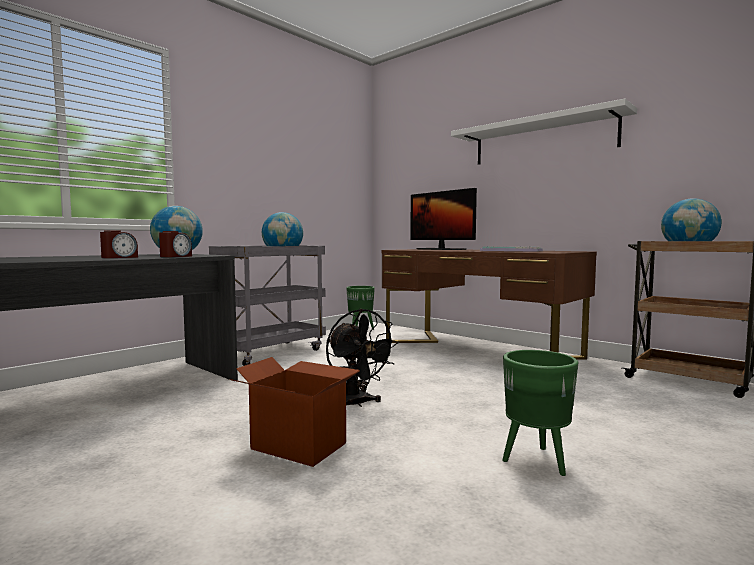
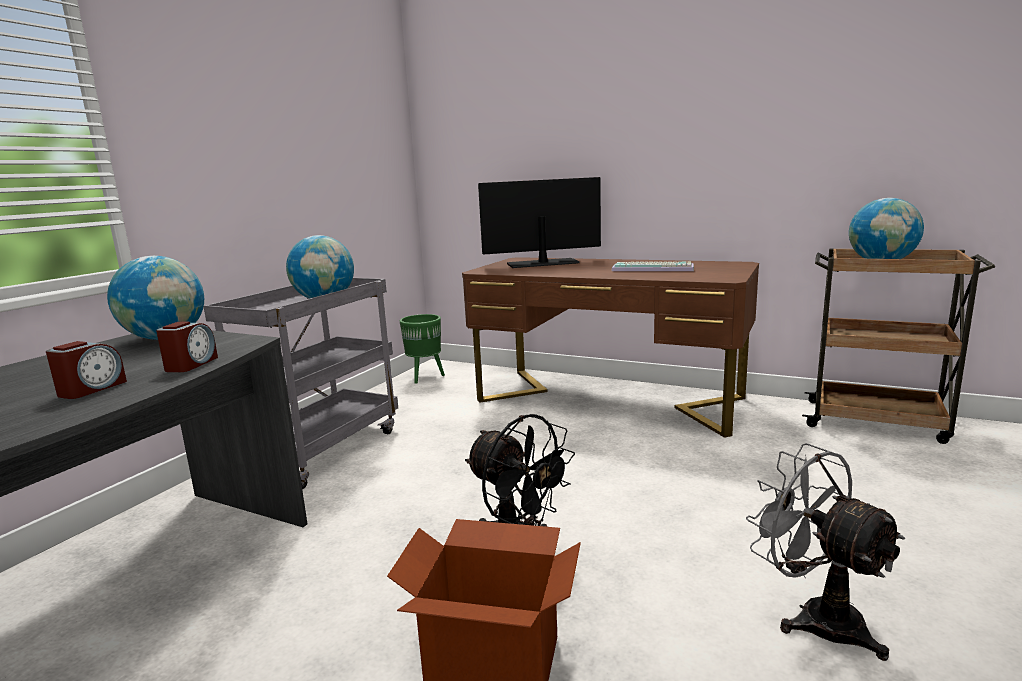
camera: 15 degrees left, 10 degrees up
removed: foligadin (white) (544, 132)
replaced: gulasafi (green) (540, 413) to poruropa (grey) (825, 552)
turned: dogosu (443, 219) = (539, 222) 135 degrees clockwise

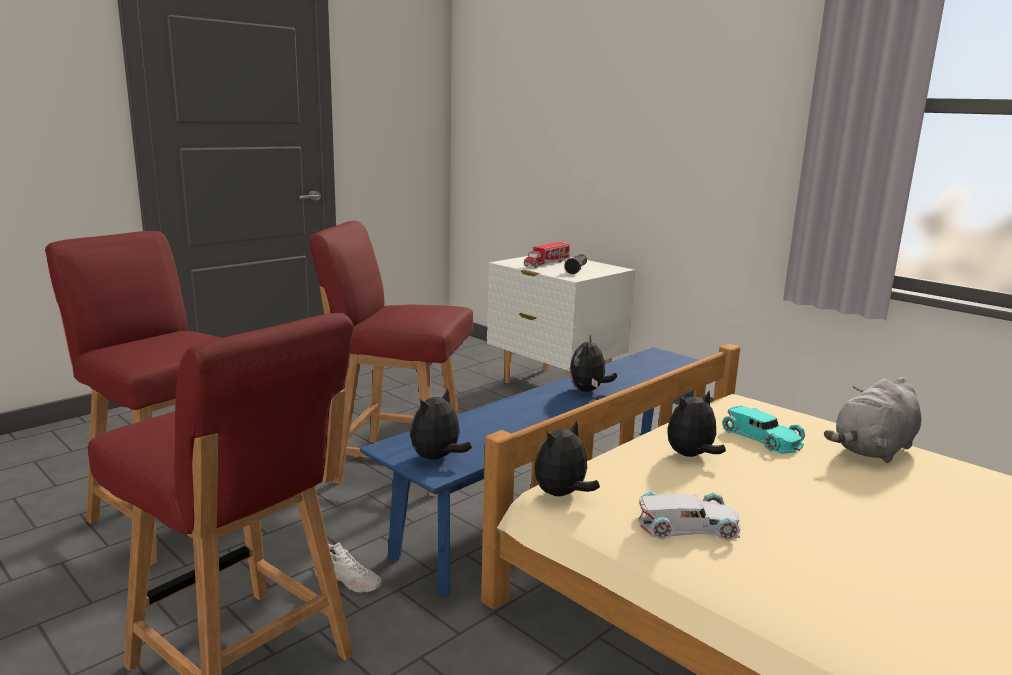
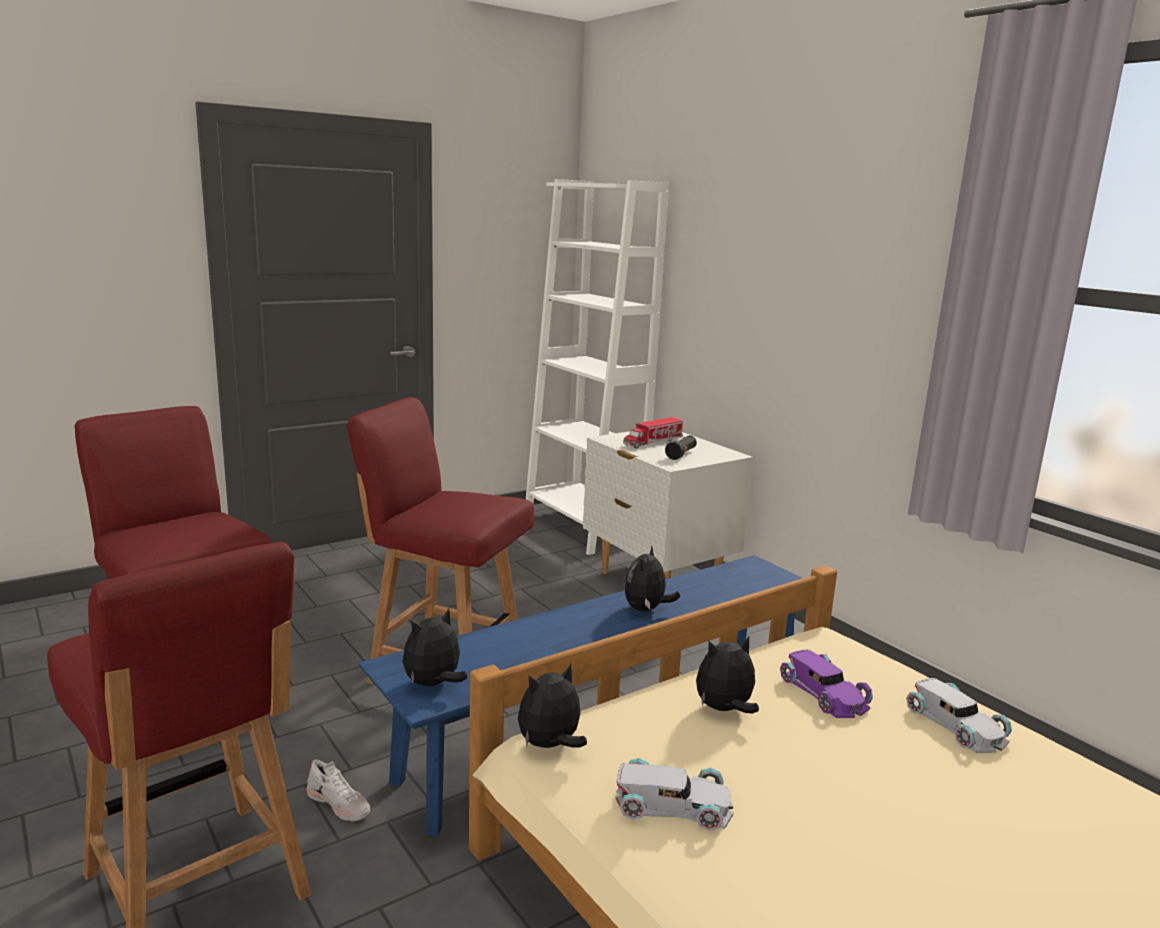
camera: 10 degrees right, 0 degrees up
added: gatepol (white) (597, 367)
replaced: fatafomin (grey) (872, 420) to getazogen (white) (959, 715)
recoloured: getazogen (turquoise) (763, 430) to getazogen (purple) (826, 684)

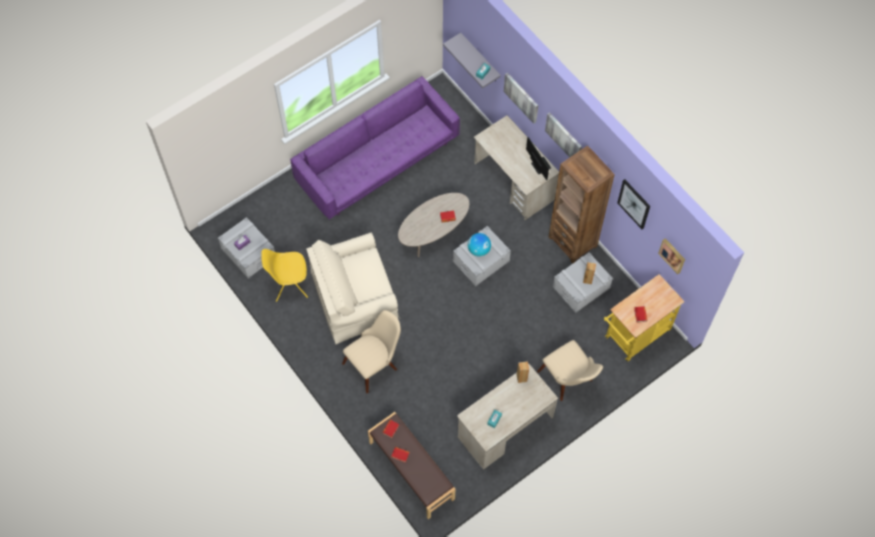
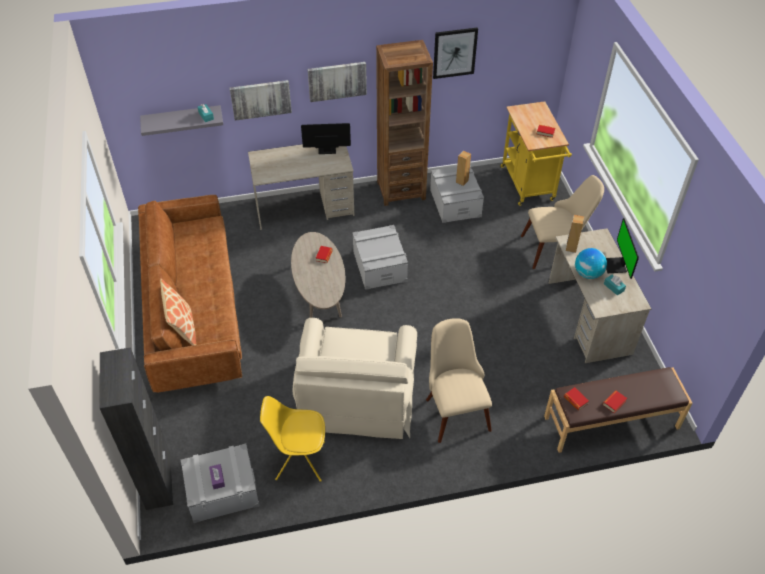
camera: 65 degrees left, 15 degrees down
removed: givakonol (671, 256)
added: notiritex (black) (136, 428); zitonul (178, 312); dogosu (622, 248)
moved: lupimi (479, 245) to (591, 263)
recoloured: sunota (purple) (375, 148) to sunota (brown) (190, 294)
turned: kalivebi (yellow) (284, 275) = (292, 439) 75 degrees clockwise

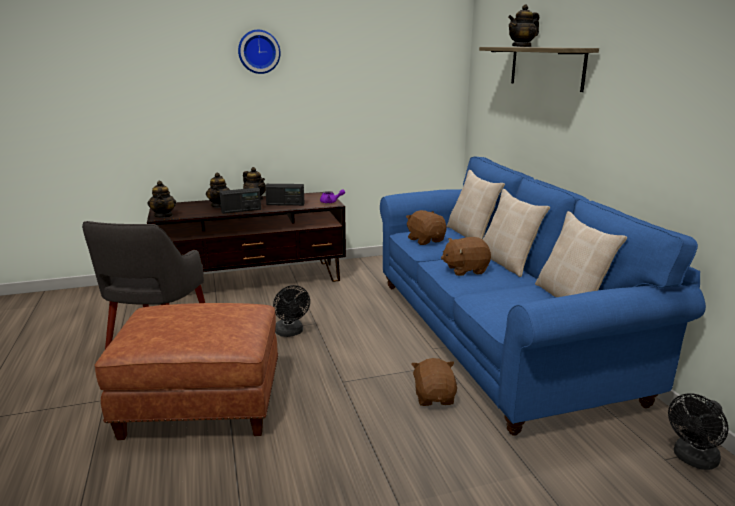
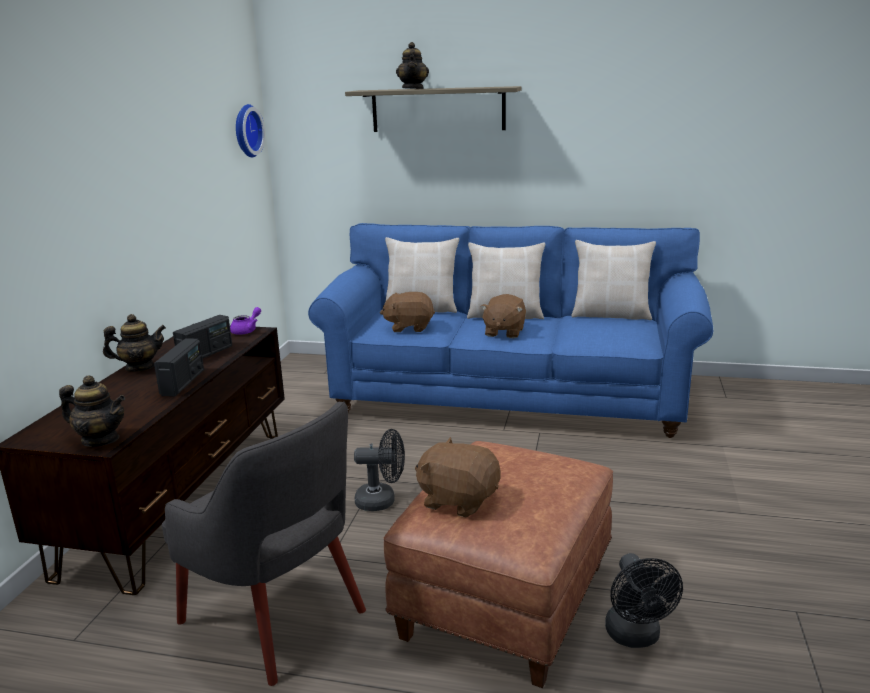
camera: 60 degrees left, 0 degrees up
removed: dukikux (218, 190)
moved: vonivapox (259, 52) to (250, 131); fatafomin (brown) (434, 382) to (458, 477); poruropa (black) (698, 431) to (644, 600)

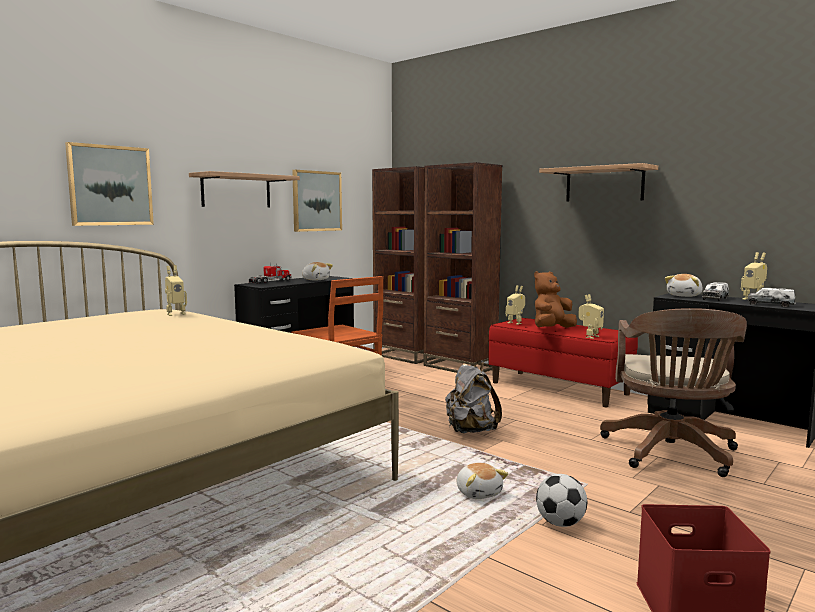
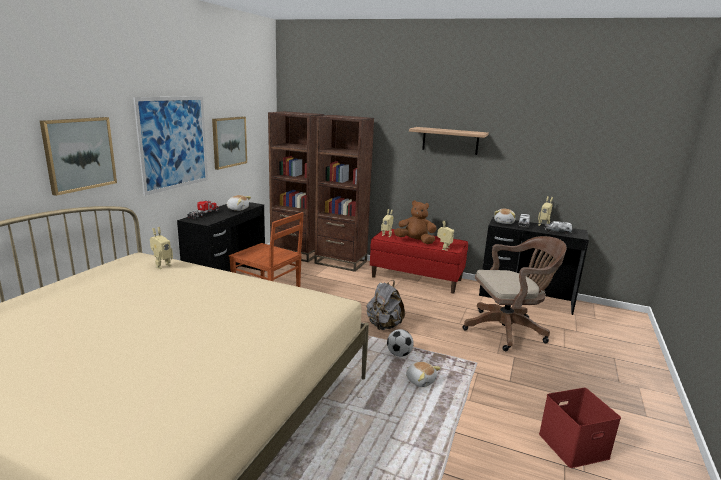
camera: 20 degrees left, 10 degrees up
moved: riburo (561, 500) to (400, 343)
replaced: foligadin (244, 189) to givakonol (170, 146)
turned: fatafomin (brown) (555, 299) = (415, 222) 75 degrees clockwise; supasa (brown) (673, 392) = (515, 293) 90 degrees counterclockwise

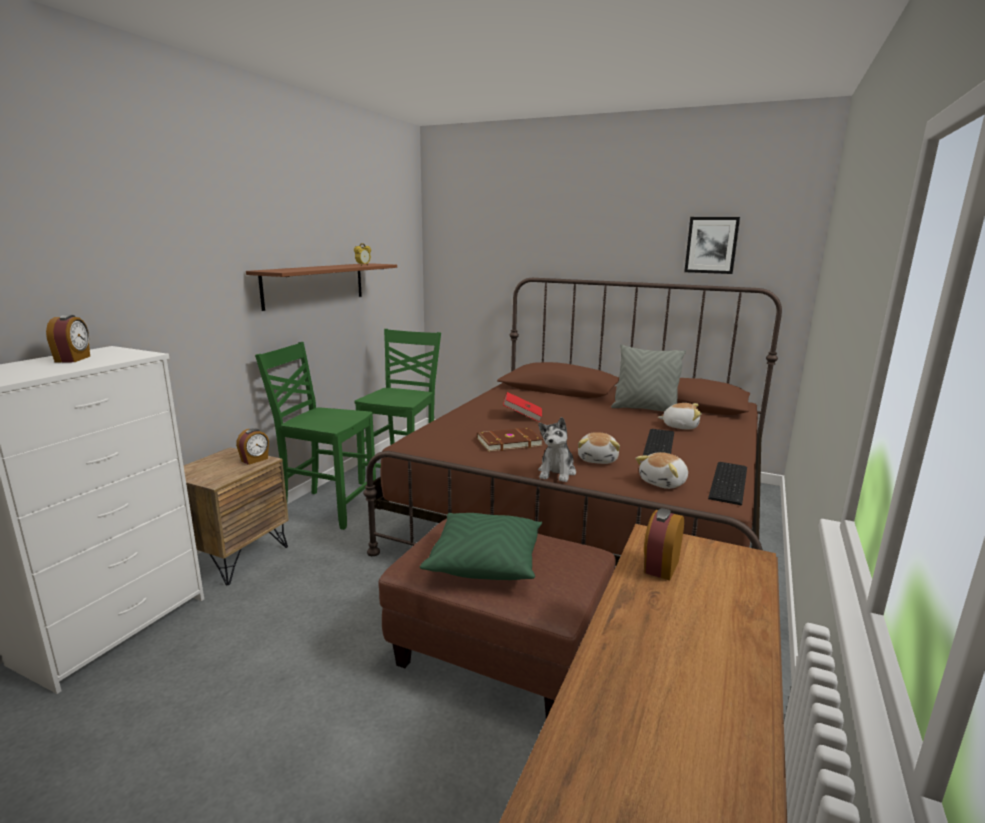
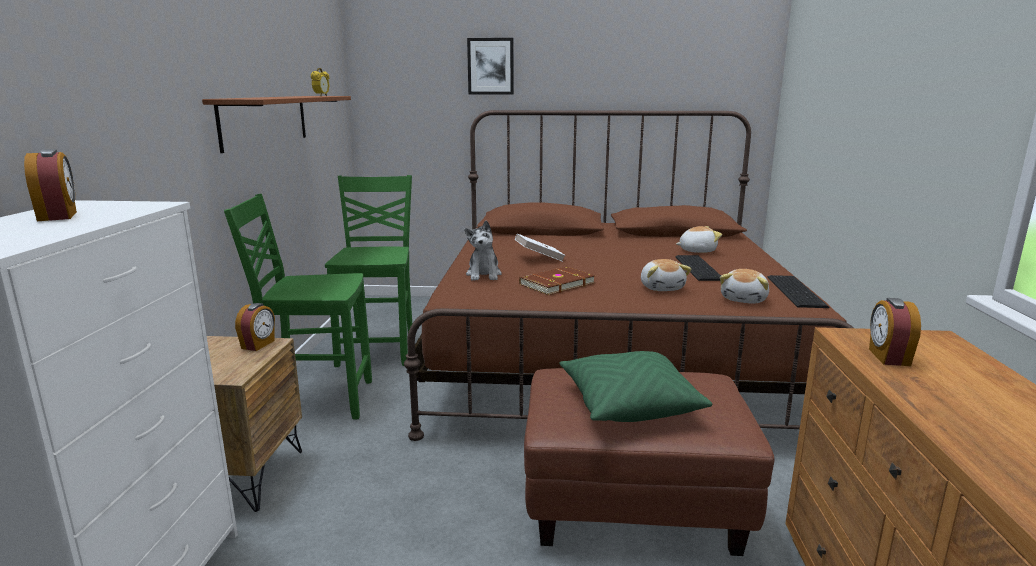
camera: 20 degrees left, 0 degrees up
removed: zitonul (grey) (648, 378)
moved: fatafomin (557, 449) to (483, 250); givakonol (712, 245) to (490, 66)
recoloured: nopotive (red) (522, 407) to nopotive (white) (540, 248)

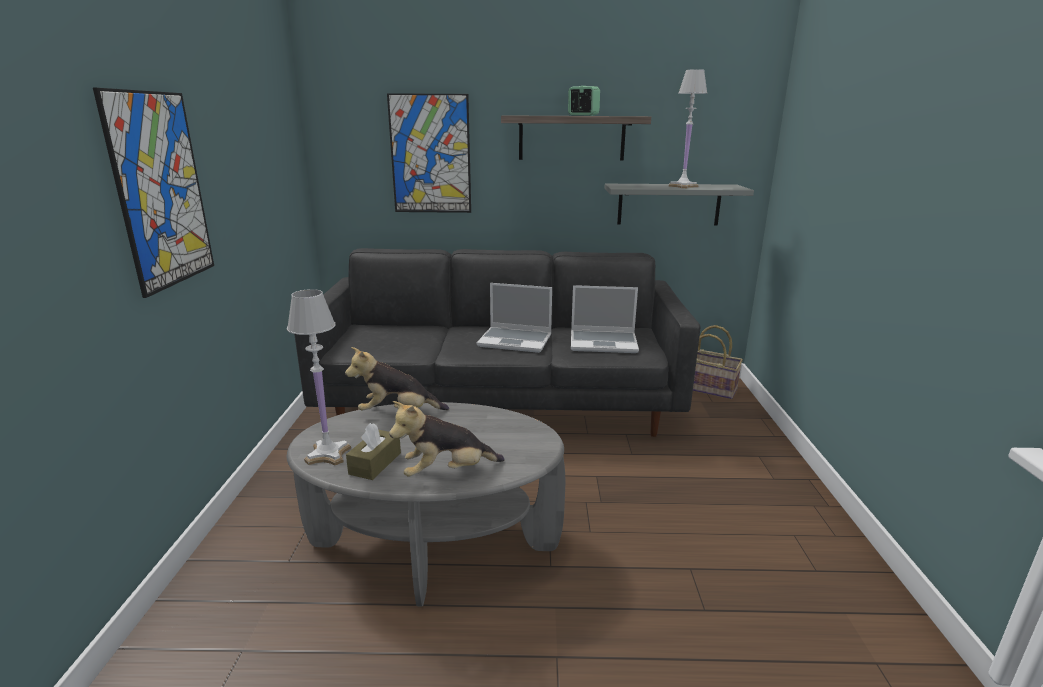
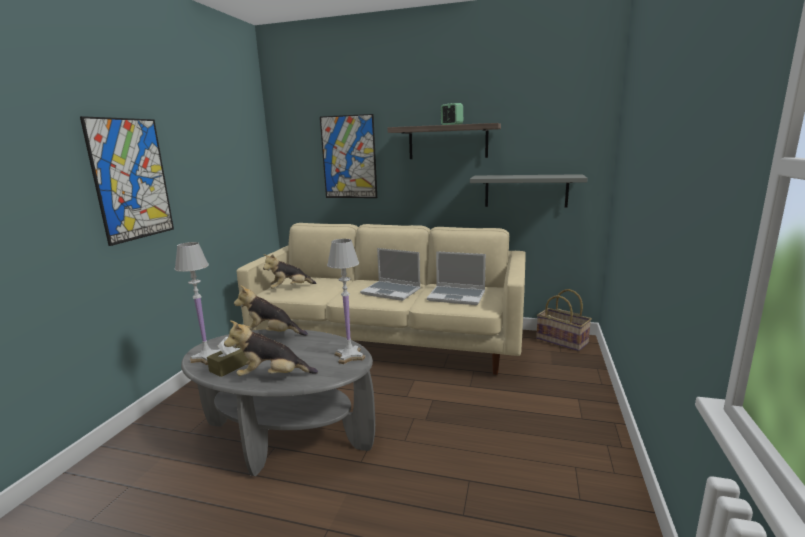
camera: 15 degrees right, 5 degrees down
added: fatafomin (289, 271)
moved: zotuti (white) (687, 128) to (346, 301)
recoloured: sunota (black) (497, 342) to sunota (beige) (381, 299)

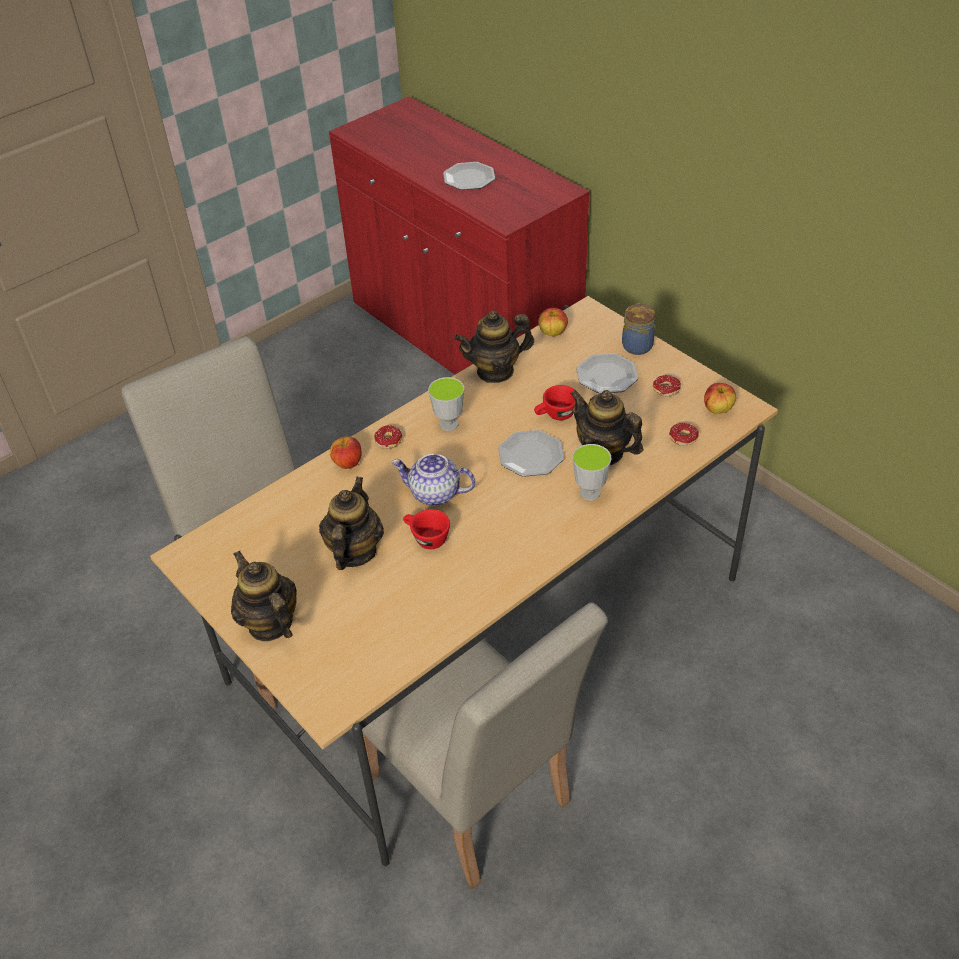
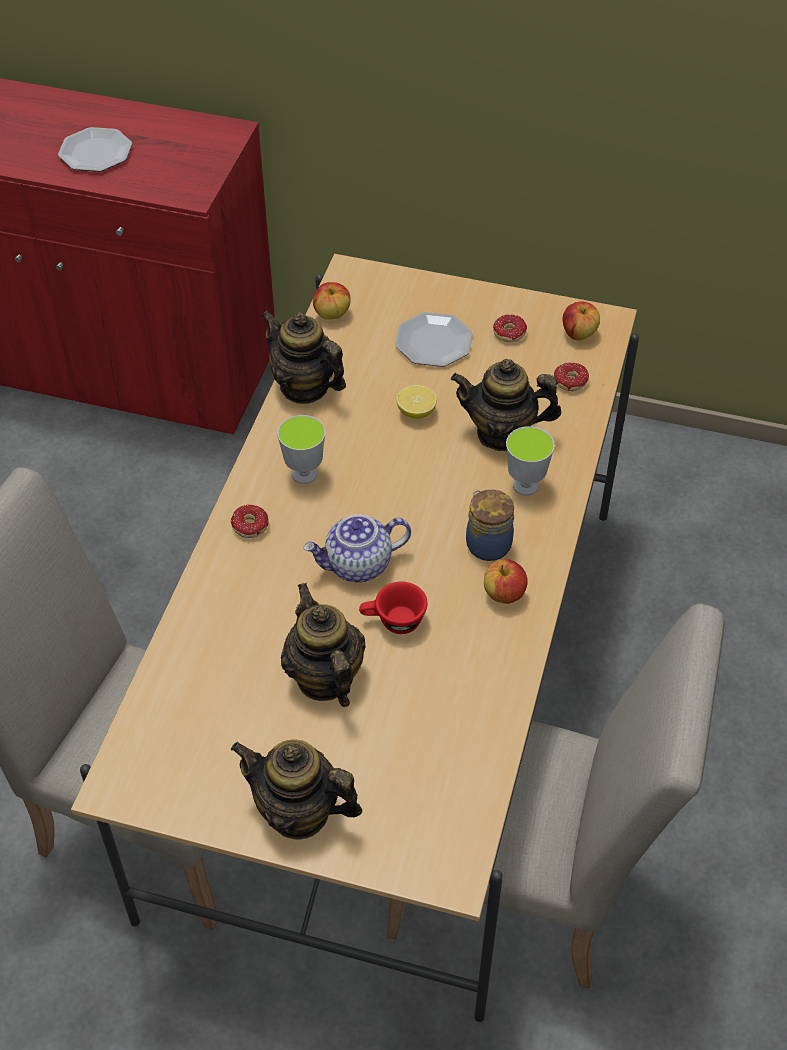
camera: 35 degrees left, 5 degrees up
removed: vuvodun (531, 453)
moved: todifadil (346, 453) to (506, 581); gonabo (638, 329) to (490, 525)
replaced: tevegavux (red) (555, 402) to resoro (417, 402)
turned: dukikux (494, 347) = (304, 357) 90 degrees clockwise

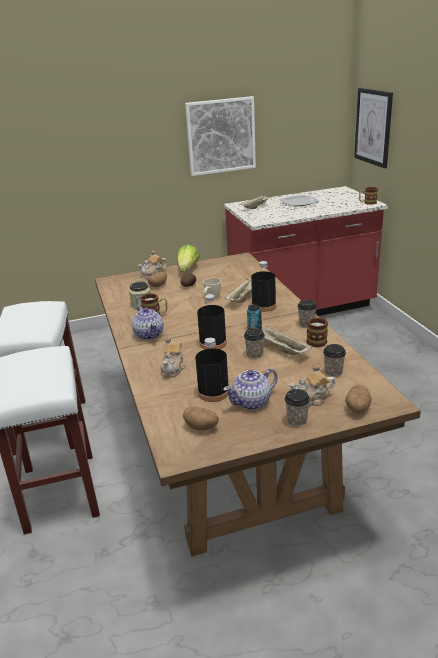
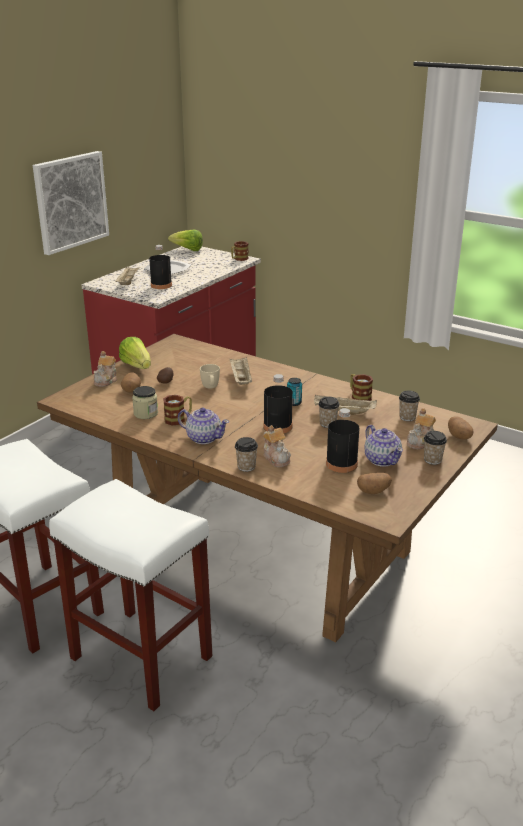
camera: 40 degrees left, 0 degrees up
removed: givakonol (373, 128)
added: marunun (185, 240)
moved: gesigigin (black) (263, 286) to (160, 267); tevegavux (307, 313) to (246, 454)
turned: dukikux (250, 389) = (384, 446) 45 degrees counterclockwise

